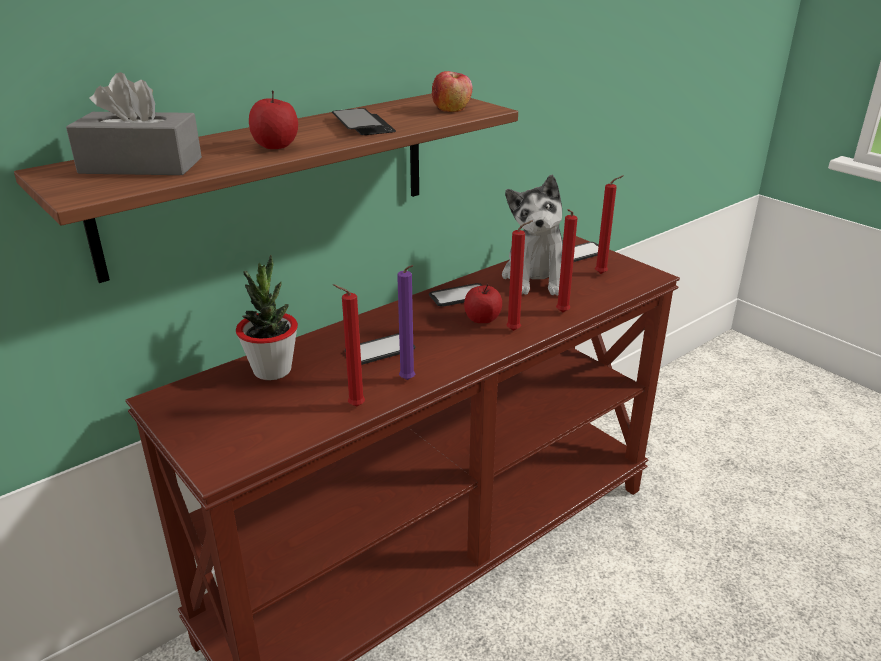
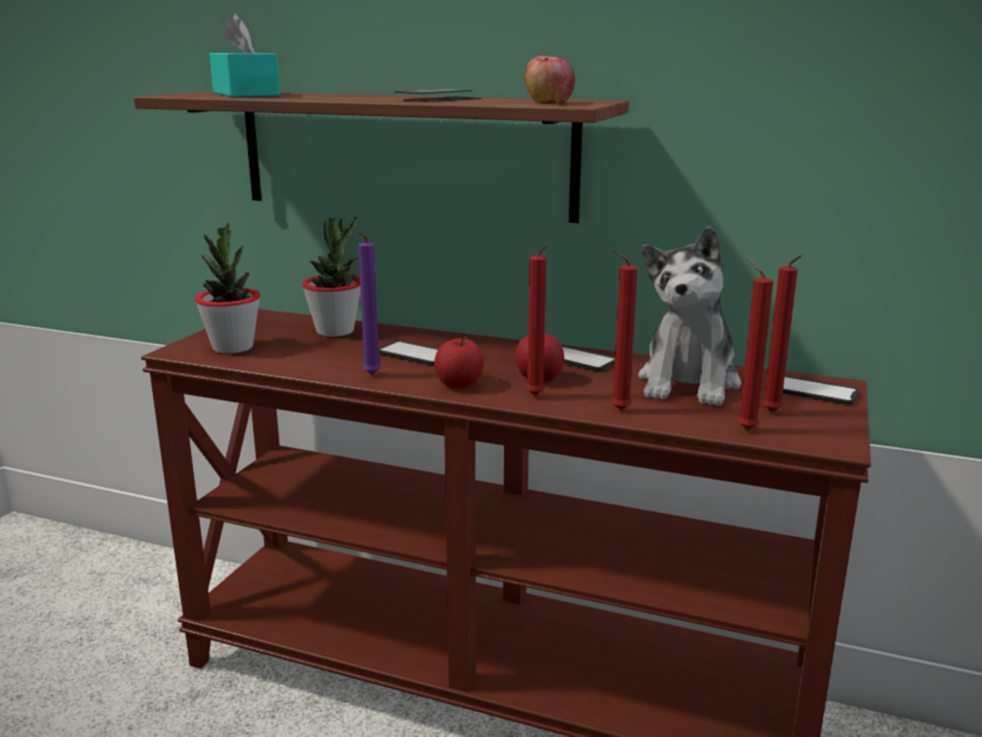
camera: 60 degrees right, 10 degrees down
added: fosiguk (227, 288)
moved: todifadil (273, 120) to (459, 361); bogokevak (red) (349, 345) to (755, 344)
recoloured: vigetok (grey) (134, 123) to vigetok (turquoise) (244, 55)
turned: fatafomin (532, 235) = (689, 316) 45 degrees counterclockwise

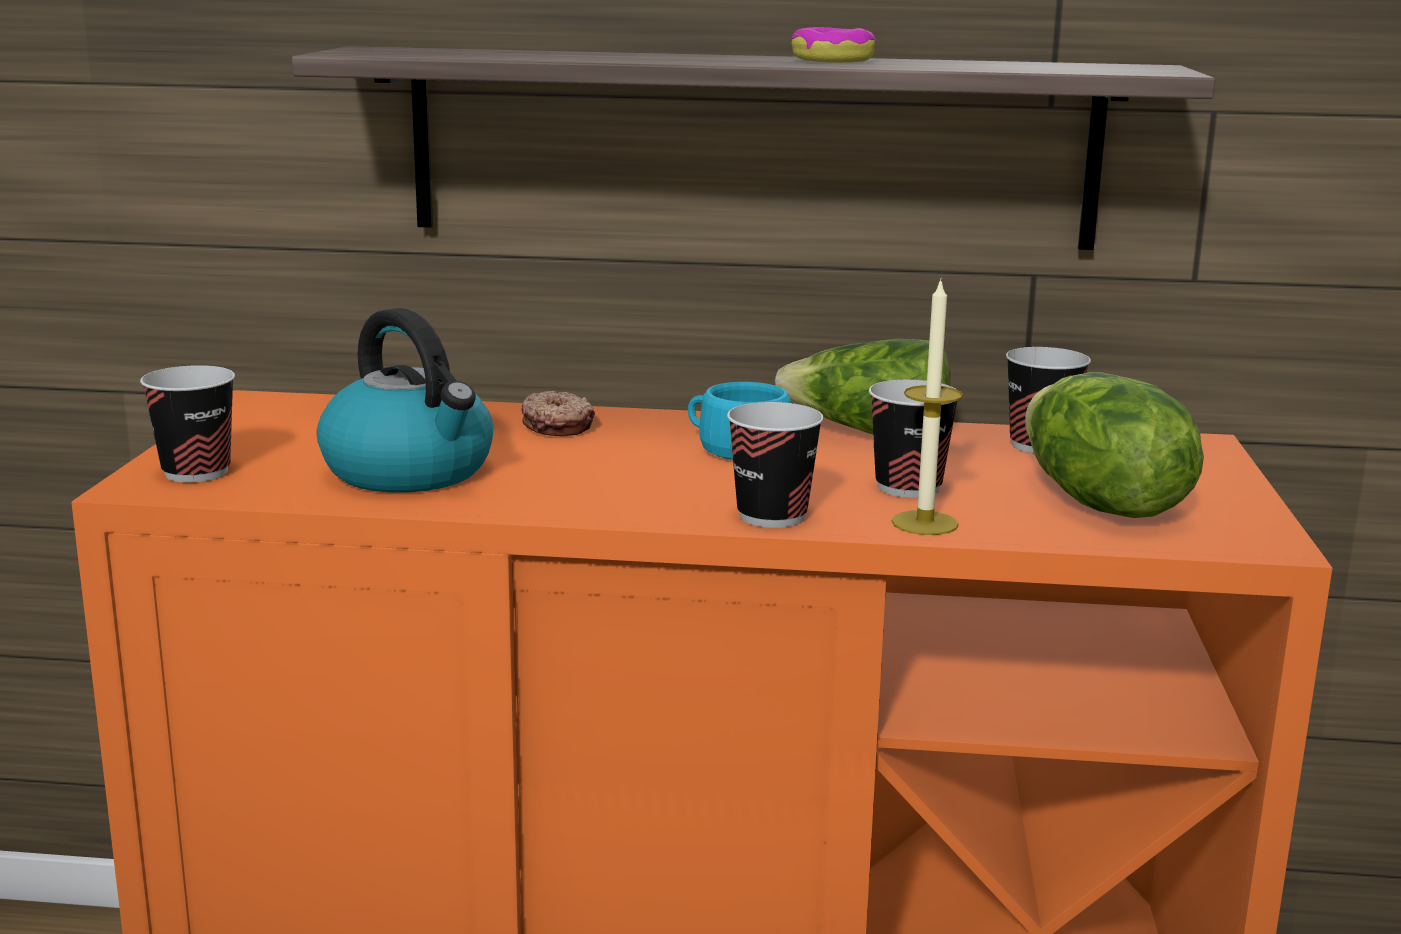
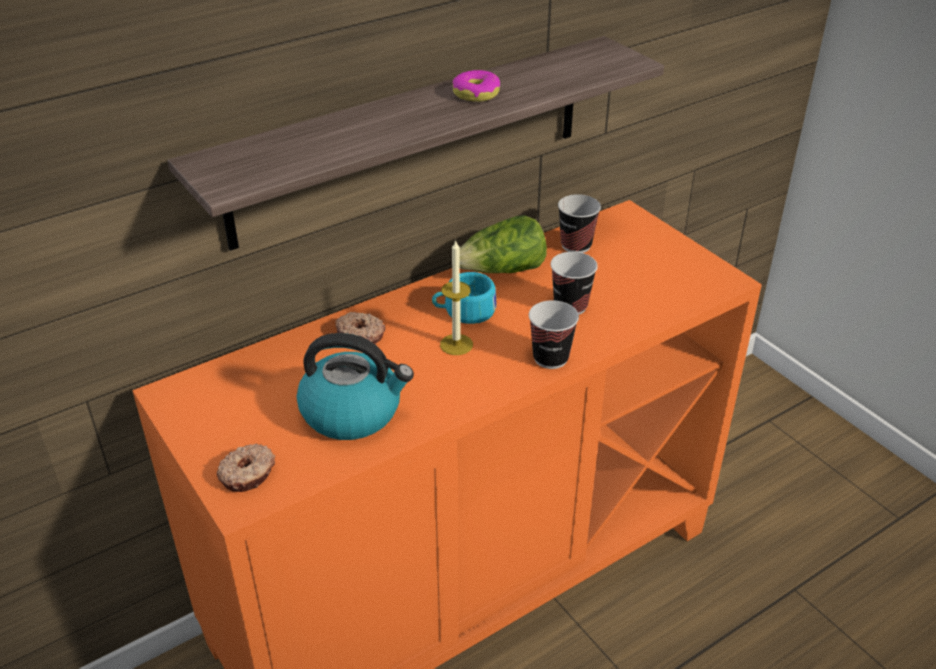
camera: 40 degrees left, 20 degrees up
removed: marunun (1114, 445)
moved: bogokevak (927, 407) to (456, 297)
replaced: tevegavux (187, 424) to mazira (246, 468)

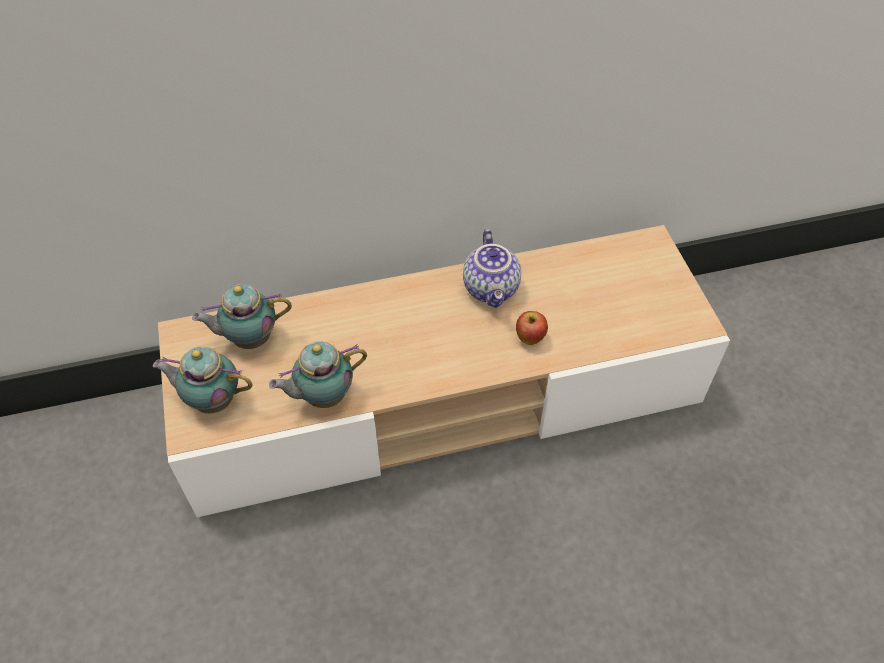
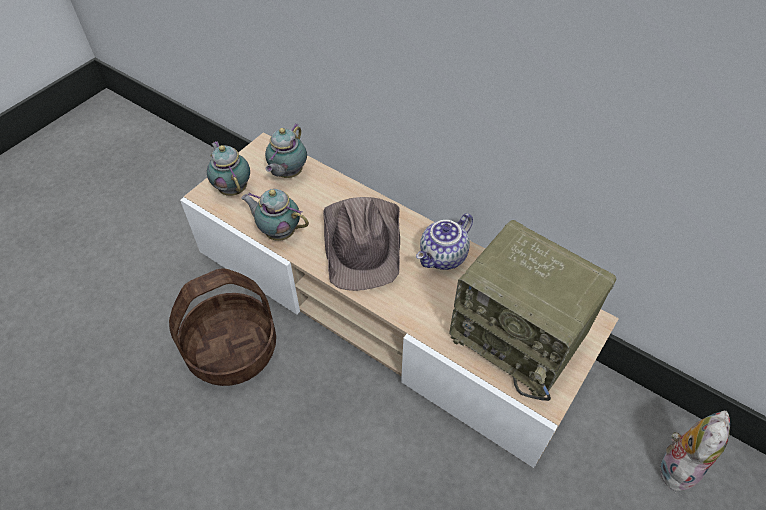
camera: 50 degrees right, 0 degrees up
removed: todifadil (532, 328)
added: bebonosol (222, 327); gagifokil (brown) (361, 244); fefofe (532, 310); fatafomin (695, 451)
turned: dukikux (242, 316) = (286, 150) 105 degrees counterclockwise

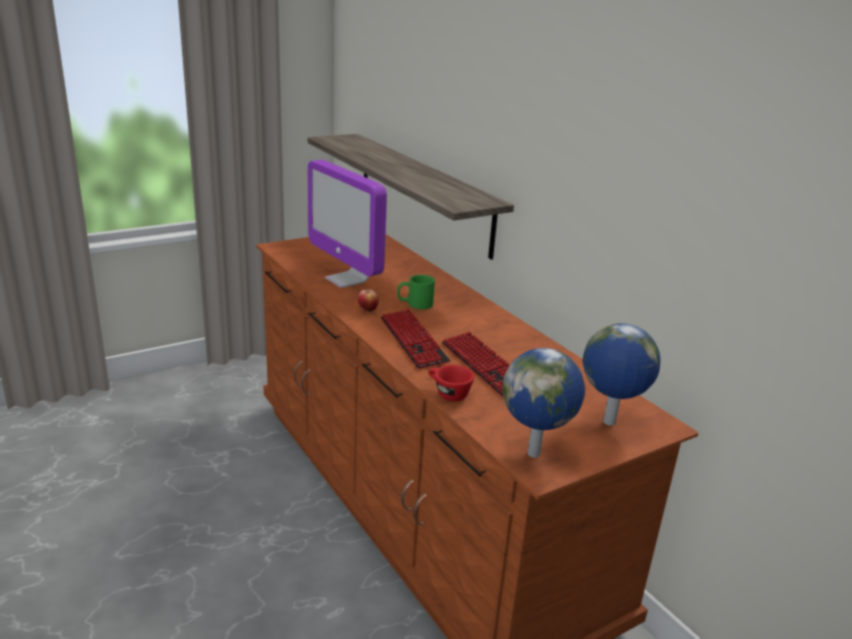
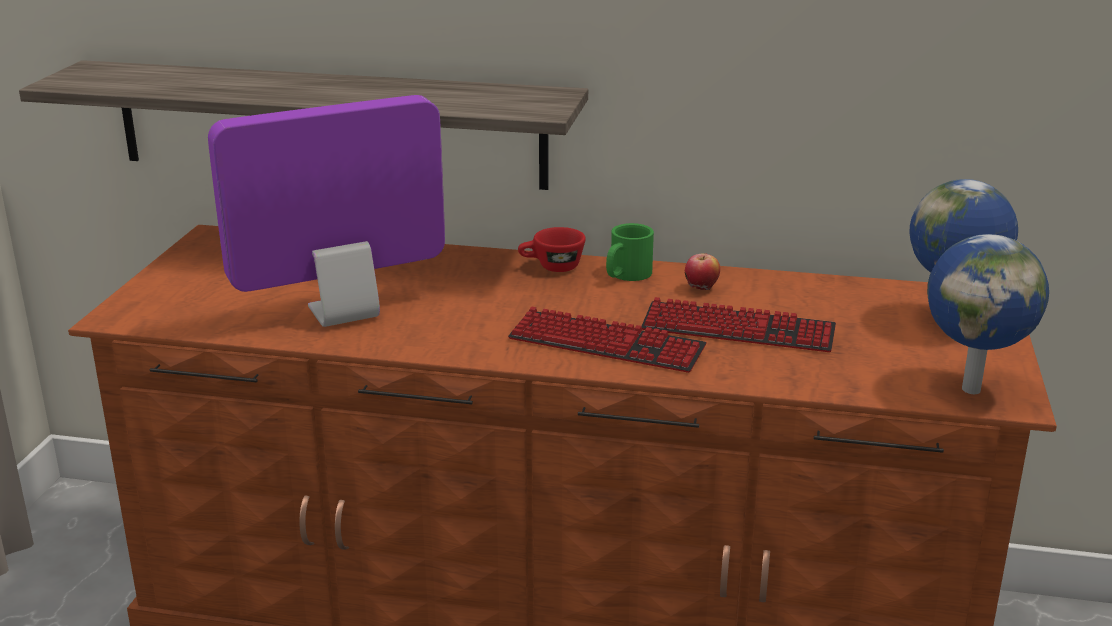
camera: 45 degrees left, 0 degrees up
moved: todifadil (368, 300) to (702, 271); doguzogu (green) (416, 292) to (630, 252); tevegavux (red) (451, 383) to (552, 249)
turned: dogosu (347, 224) = (326, 211) 150 degrees clockwise

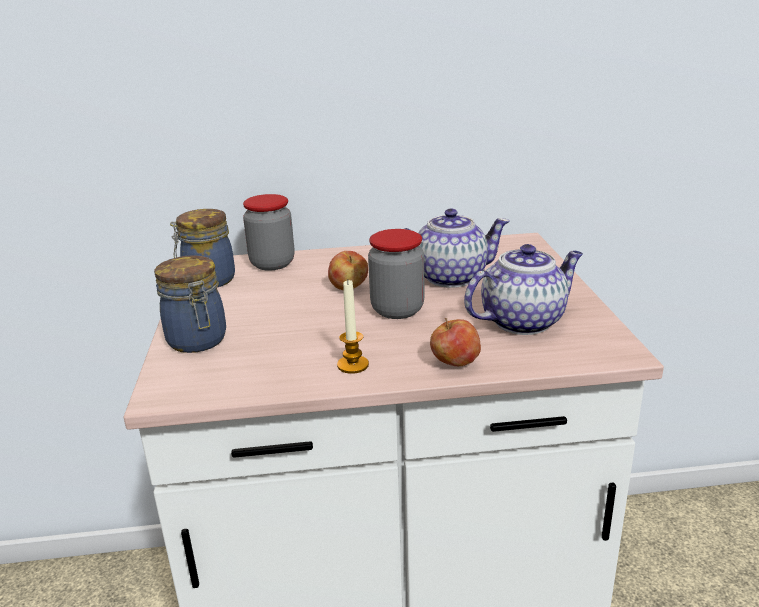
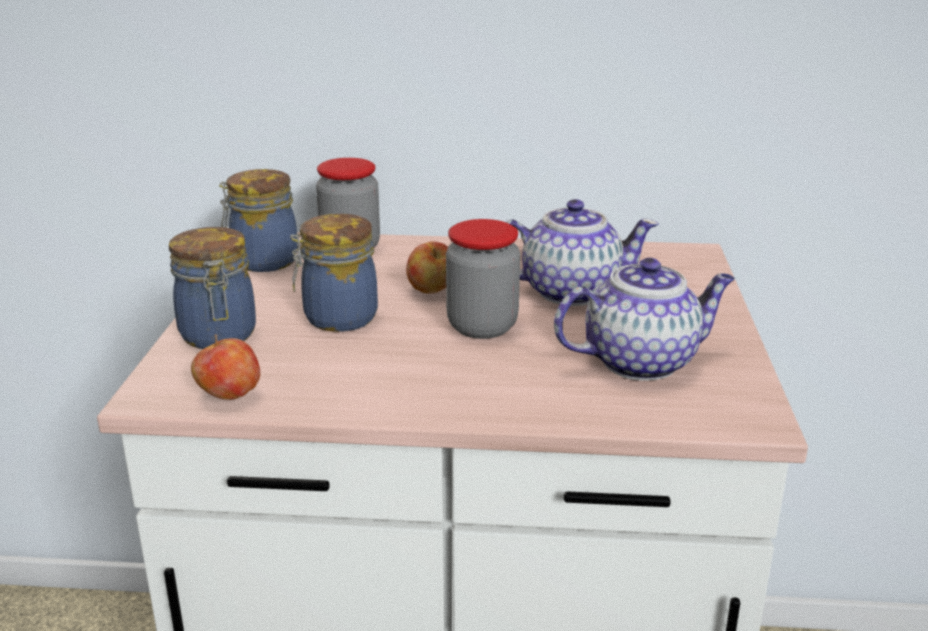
camera: 10 degrees right, 0 degrees up
removed: bogokevak (353, 327)
added: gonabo (334, 273)
moved: todifadil (455, 342) to (225, 367)

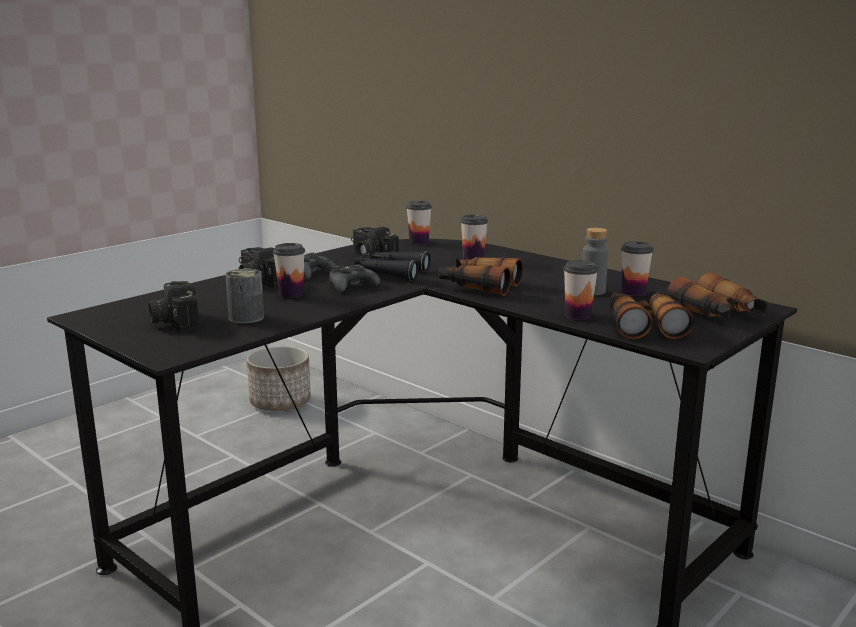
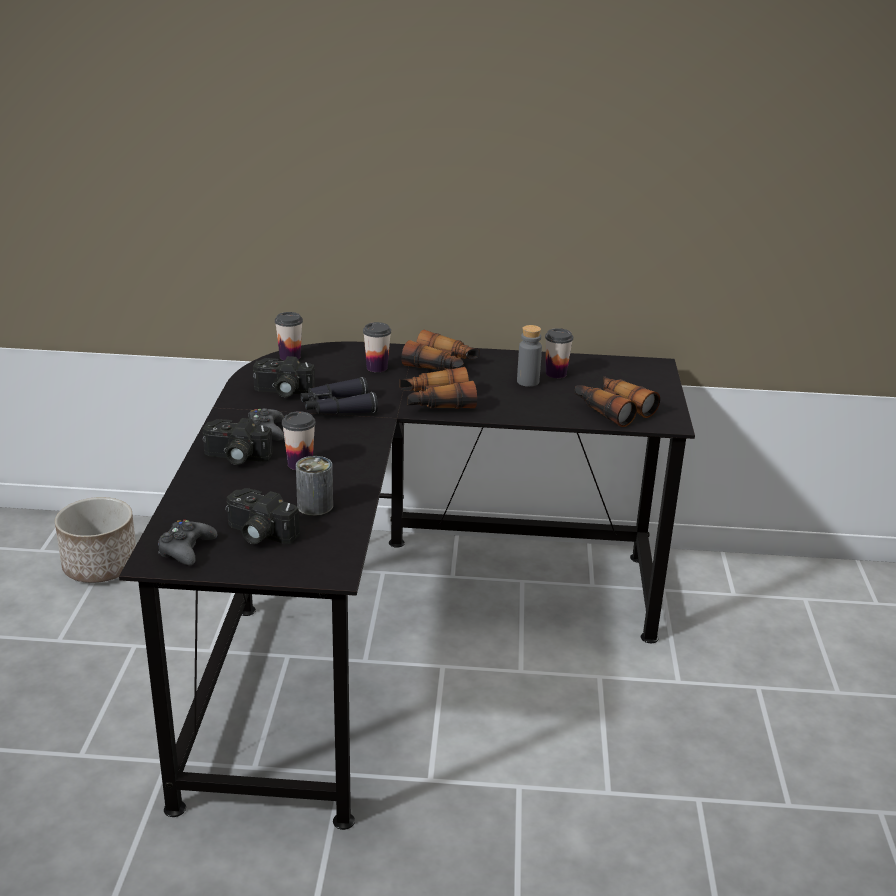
camera: 40 degrees left, 10 degrees up
removed: tevegavux (580, 290)
moved: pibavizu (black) (354, 278) to (188, 542); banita (717, 295) to (440, 350)

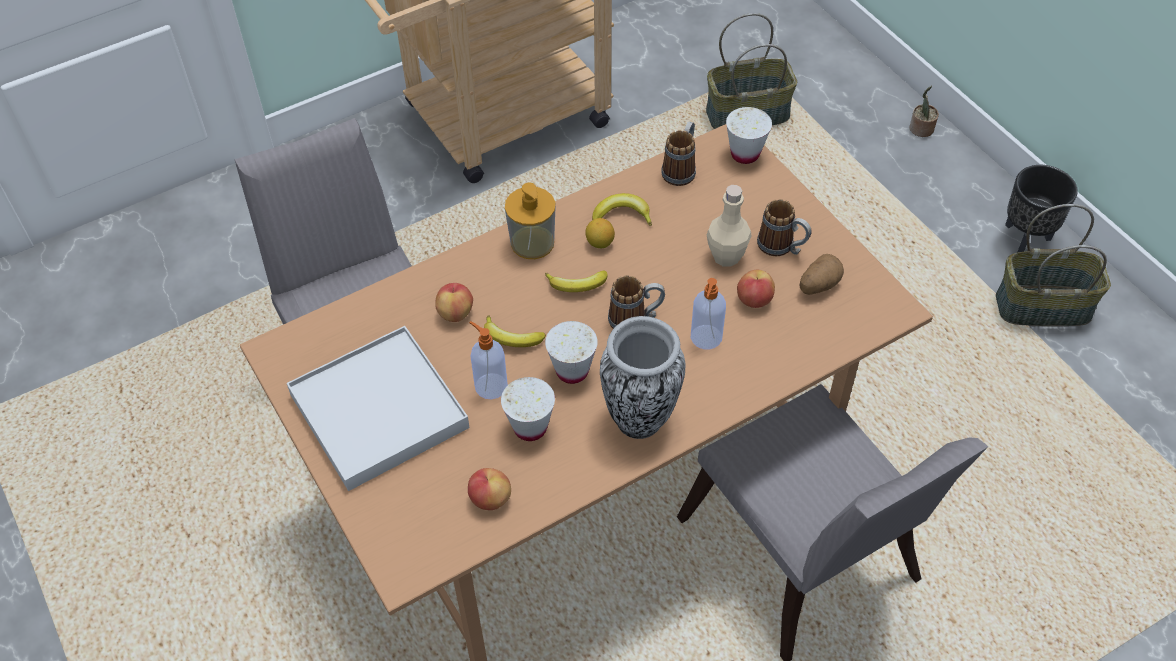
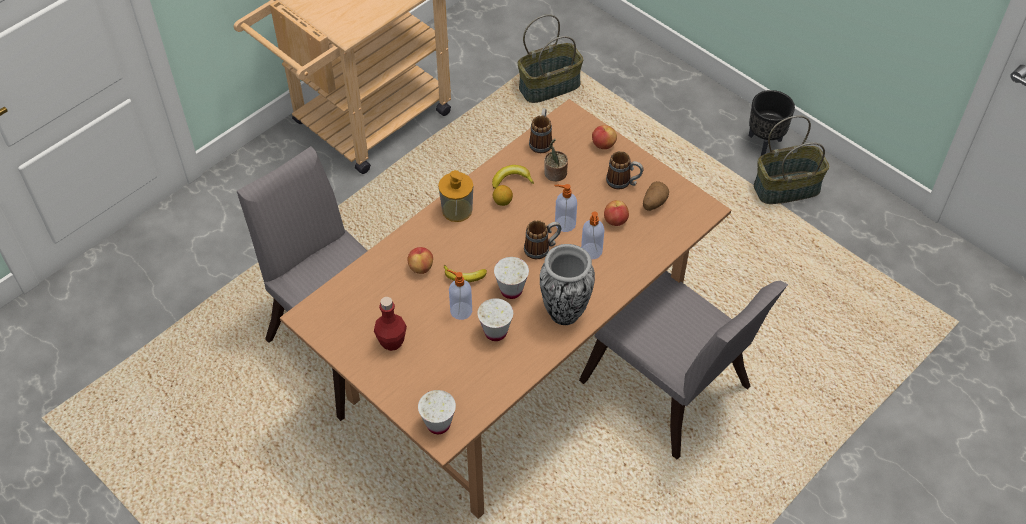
camera: 15 degrees left, 0 degrees up
removed: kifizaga (576, 281); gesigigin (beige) (729, 226)
added: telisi (566, 208)
moved: todifadil (489, 489) to (604, 137); tevegavux (white) (749, 135) to (437, 412); fosiguk (924, 111) to (556, 160)
replaced: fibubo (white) (378, 408) to gesigigin (red) (390, 324)

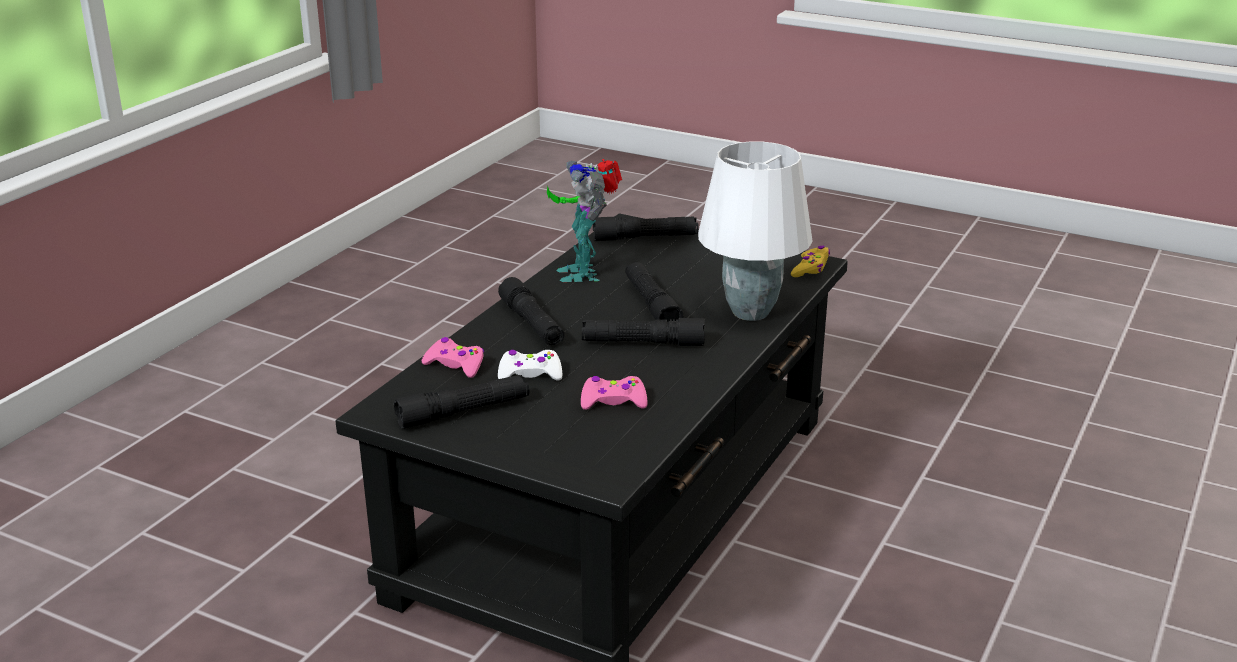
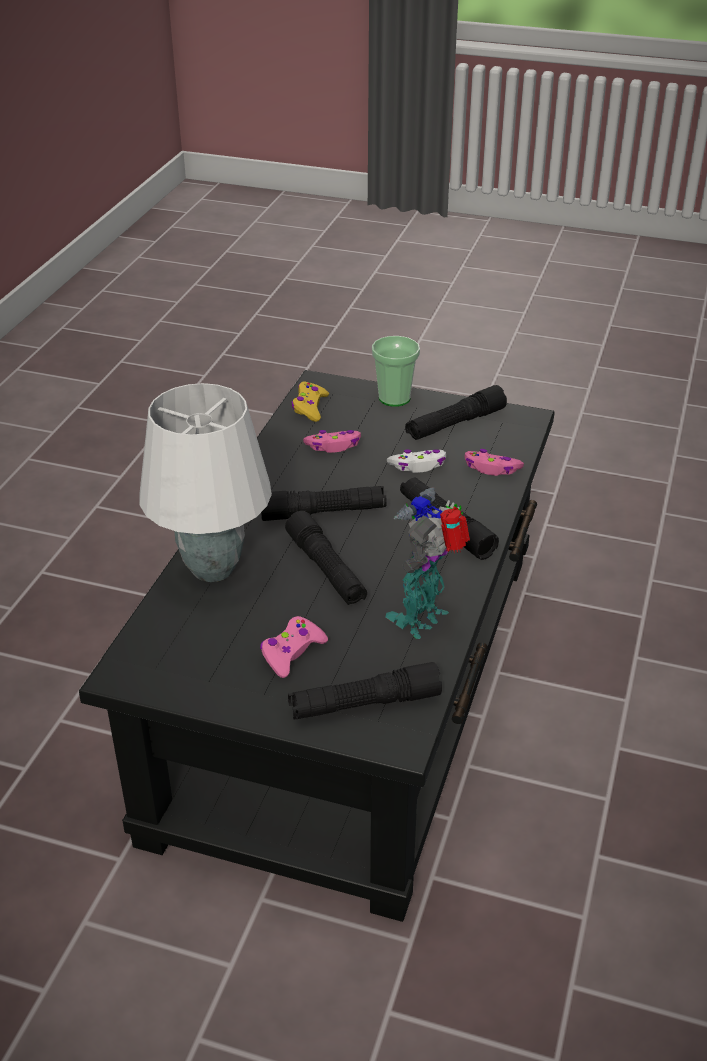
camera: 170 degrees right, 10 degrees up
added: pibavizu (pink) (294, 647); tevegavux (396, 371)
moved: pibavizu (yellow) (810, 261) to (310, 401)
turned: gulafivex (584, 220) = (427, 563) 120 degrees counterclockwise

